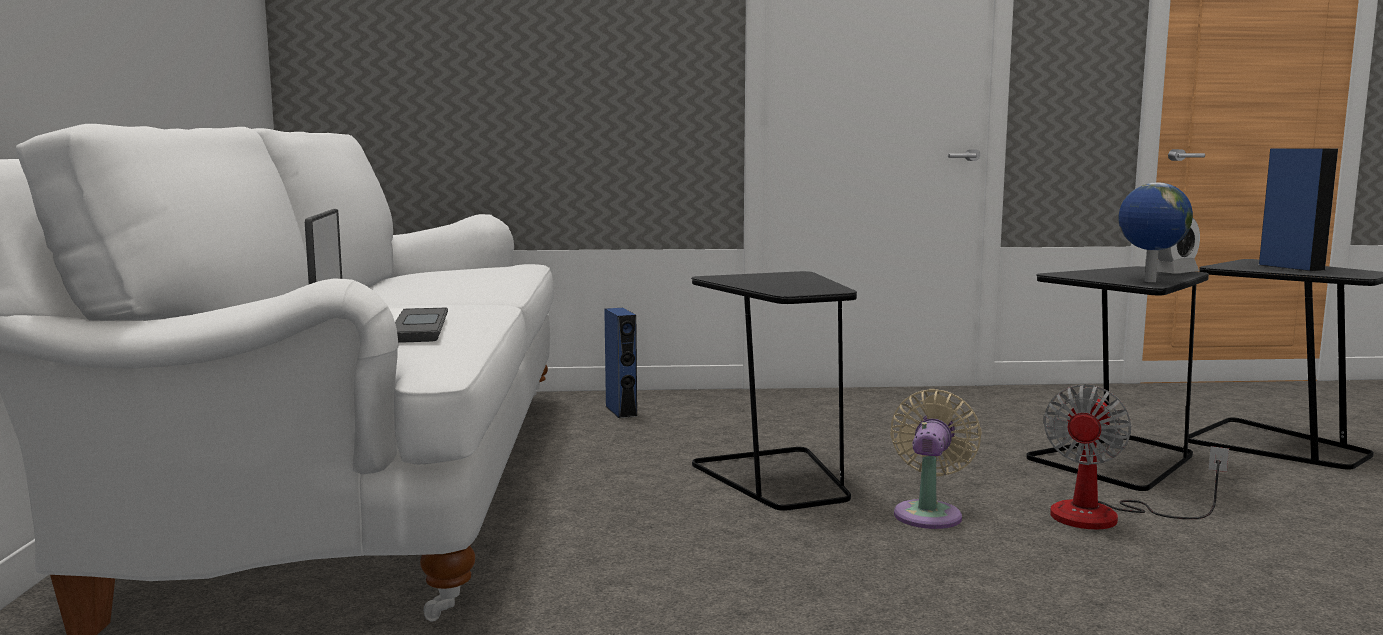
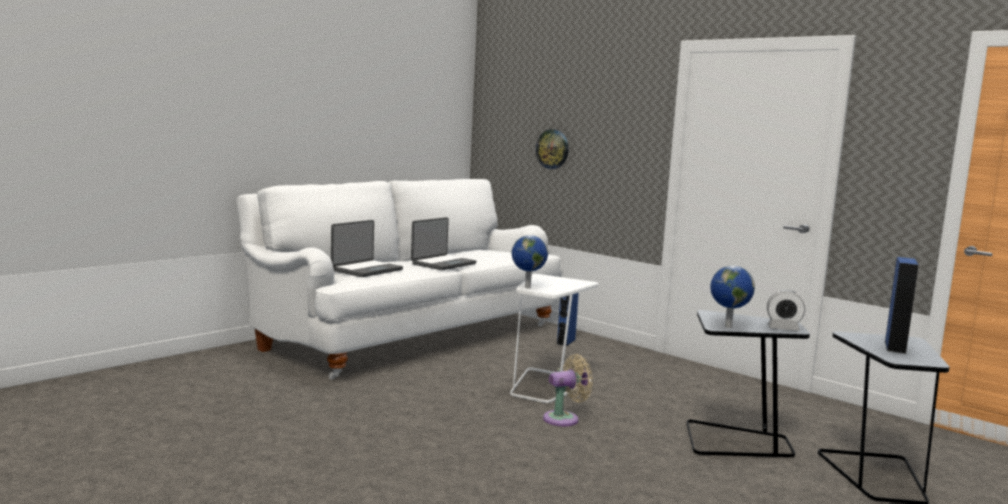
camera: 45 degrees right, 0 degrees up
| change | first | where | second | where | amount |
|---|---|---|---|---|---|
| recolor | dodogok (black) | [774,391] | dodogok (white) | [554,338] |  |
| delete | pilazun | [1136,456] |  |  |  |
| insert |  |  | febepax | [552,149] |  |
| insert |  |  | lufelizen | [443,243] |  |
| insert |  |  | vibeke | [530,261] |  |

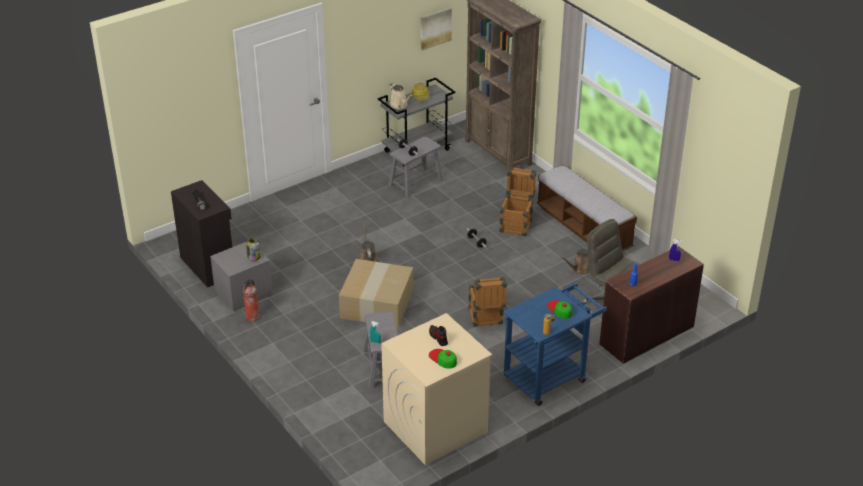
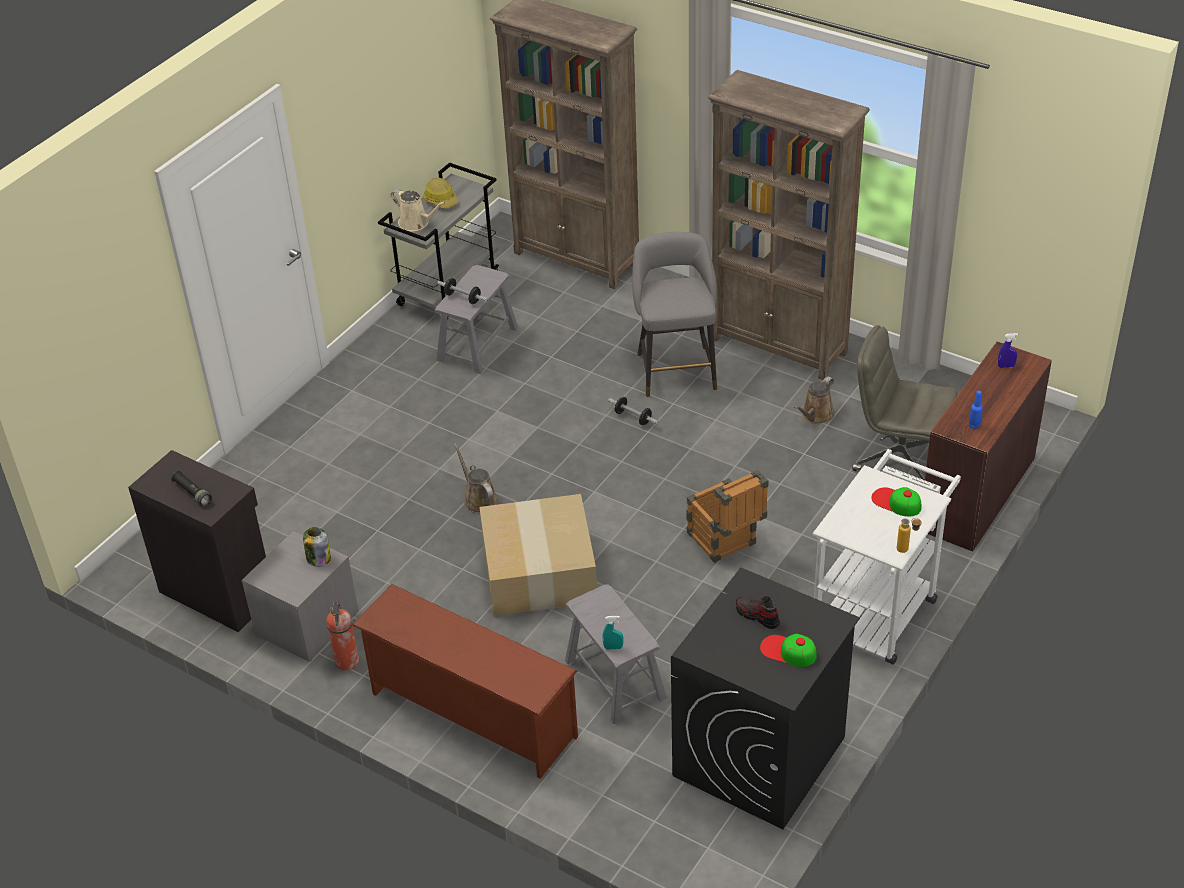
camera: 20 degrees left, 5 degrees up
| change | first | where | second | where | amount |
|---|---|---|---|---|---|
| delete | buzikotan | [436,28] |  |  |  |
| replace | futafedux | [587,208] | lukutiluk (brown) | [789,225] |  |
| replace | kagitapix | [517,201] | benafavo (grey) | [674,314] |  |
| recolor | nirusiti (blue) | [555,344] | nirusiti (white) | [886,557] |  |
| recolor | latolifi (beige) | [436,389] | latolifi (black) | [765,698] |  |
| insert |  |  | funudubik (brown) | [465,681] |  |

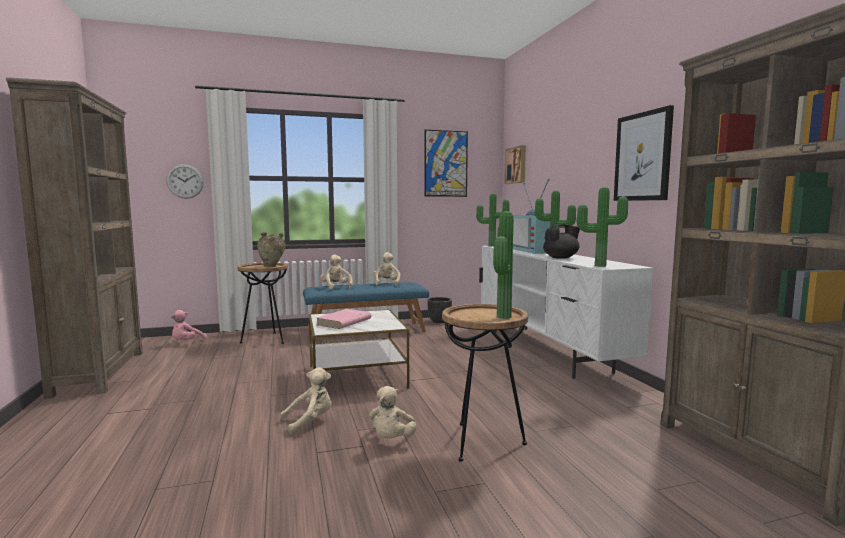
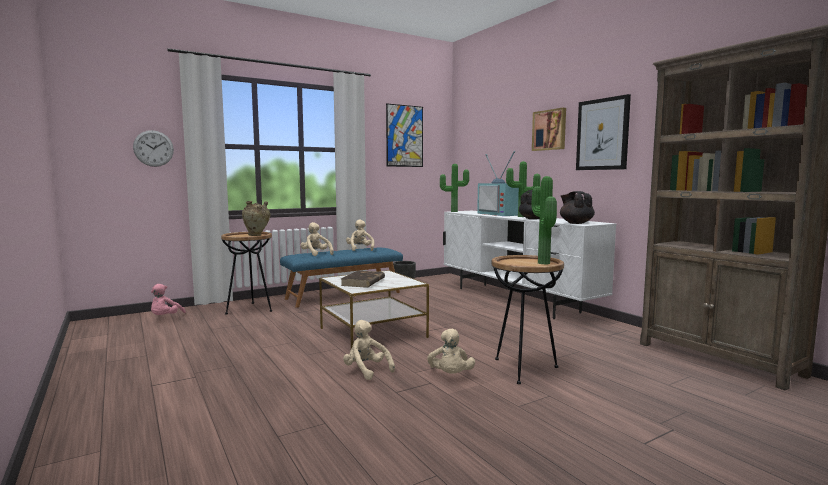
camera: 15 degrees left, 0 degrees up
| change | first | where | second | where | amount |
|---|---|---|---|---|---|
| delete | lukutiluk (brown) | [74,238] |  |  |  |
| move | buzikotan | [515,164] |  | [549,129] |  |
| replace | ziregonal | [602,227] | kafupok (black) | [577,207] |  |
| recolor | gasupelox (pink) | [344,319] | gasupelox (brown) | [363,279] |  |
| rotate | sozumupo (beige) | [306,401] |  | [369,350] | 90 degrees counterclockwise |

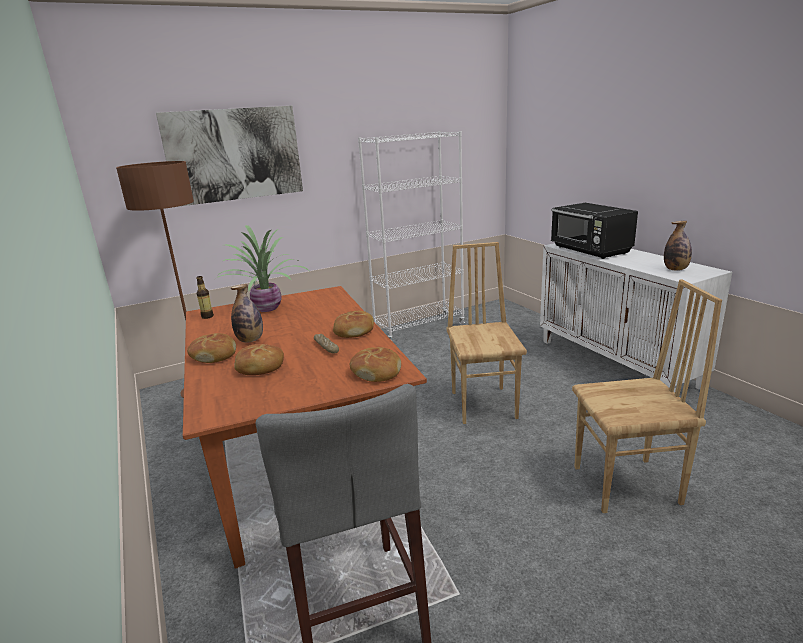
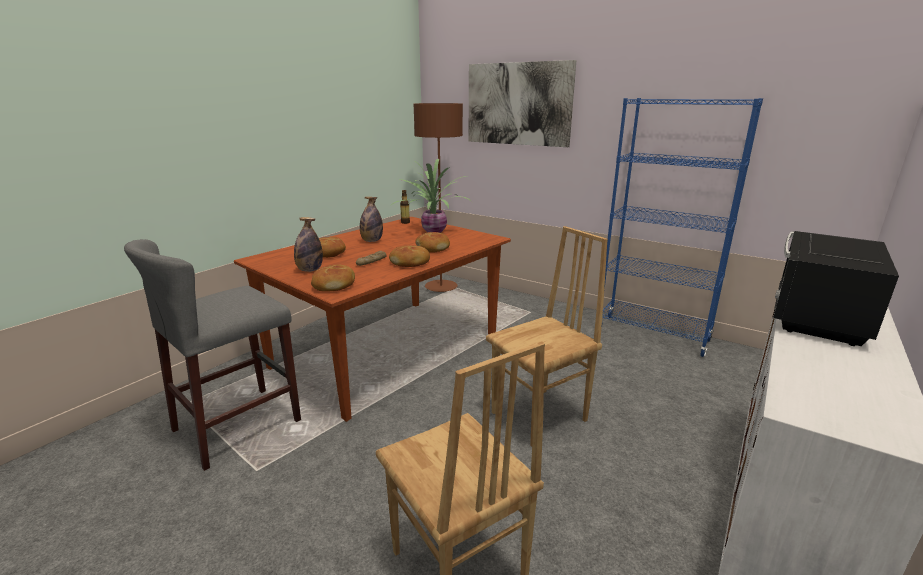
camera: 60 degrees right, 0 degrees up
| change | first | where | second | where | amount |
|---|---|---|---|---|---|
| recolor | lukutiluk (white) | [411,236] | lukutiluk (blue) | [682,227] |  |
| move | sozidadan | [678,246] |  | [308,244] |  |
| move | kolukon | [211,348] |  | [432,242] |  |

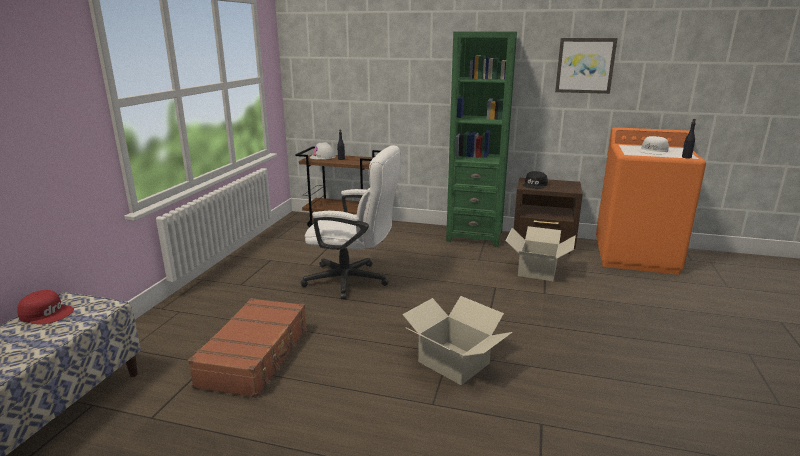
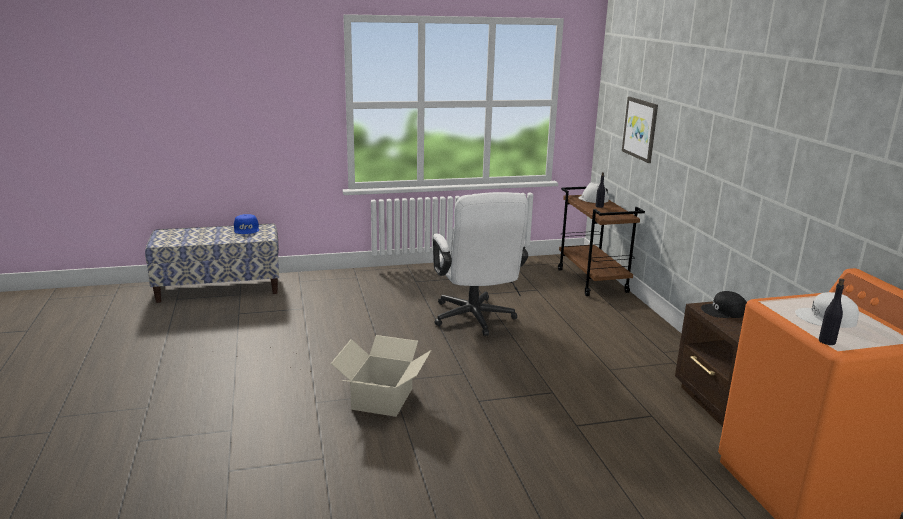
camera: 60 degrees right, 0 degrees up
| change | first | where | second | where | amount |
|---|---|---|---|---|---|
| delete | lukutiluk (green) | [481,139] |  |  |  |
| move | buzikotan | [586,66] |  | [640,130] |  |
| delete | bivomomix | [541,253] |  |  |  |
| recolor | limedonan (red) | [45,307] | limedonan (blue) | [246,224] |  |
| delete | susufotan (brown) | [247,348] |  |  |  |

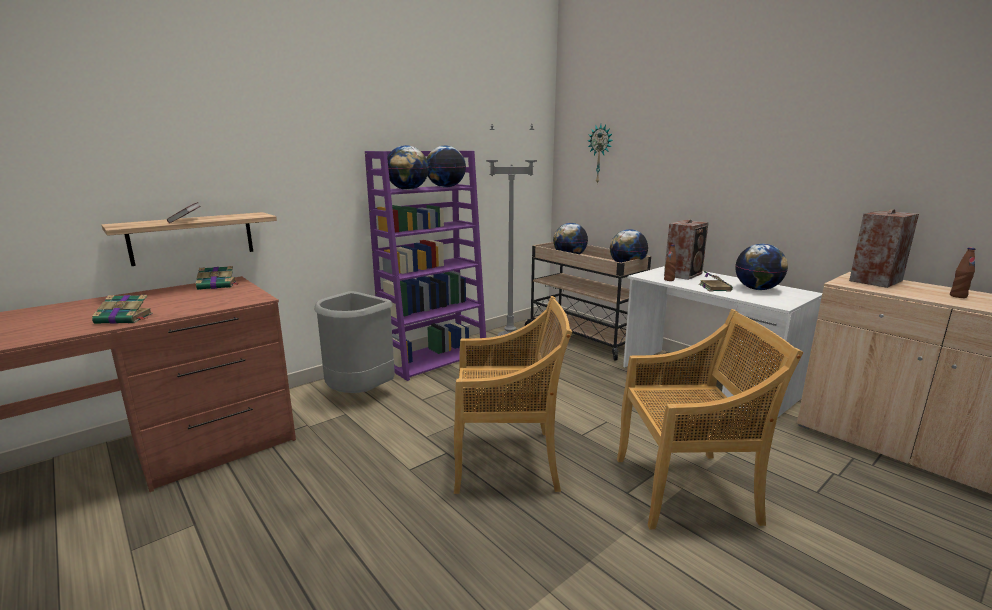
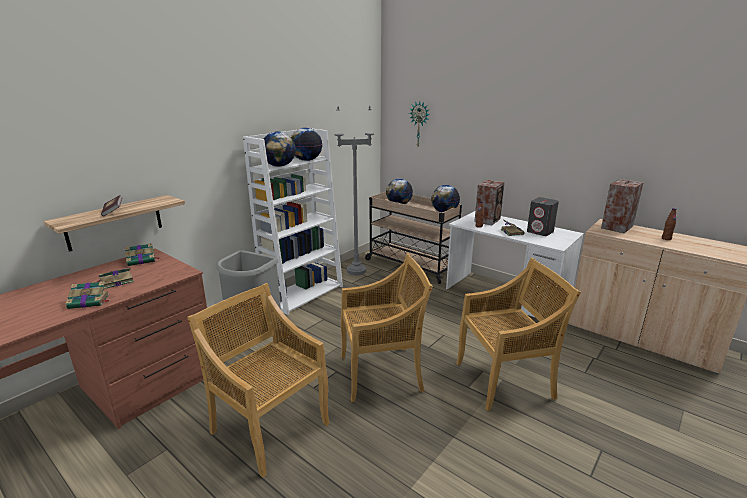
camera: 10 degrees left, 5 degrees up
| change | first | where | second | where | amount |
|---|---|---|---|---|---|
| recolor | lukutiluk (purple) | [425,266] | lukutiluk (white) | [293,221] |  |
| replace | vibeke | [761,267] | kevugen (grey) | [543,216] |  |
| insert |  |  | gasupelox | [114,278] |  |
| insert |  |  | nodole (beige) | [258,380] |  |

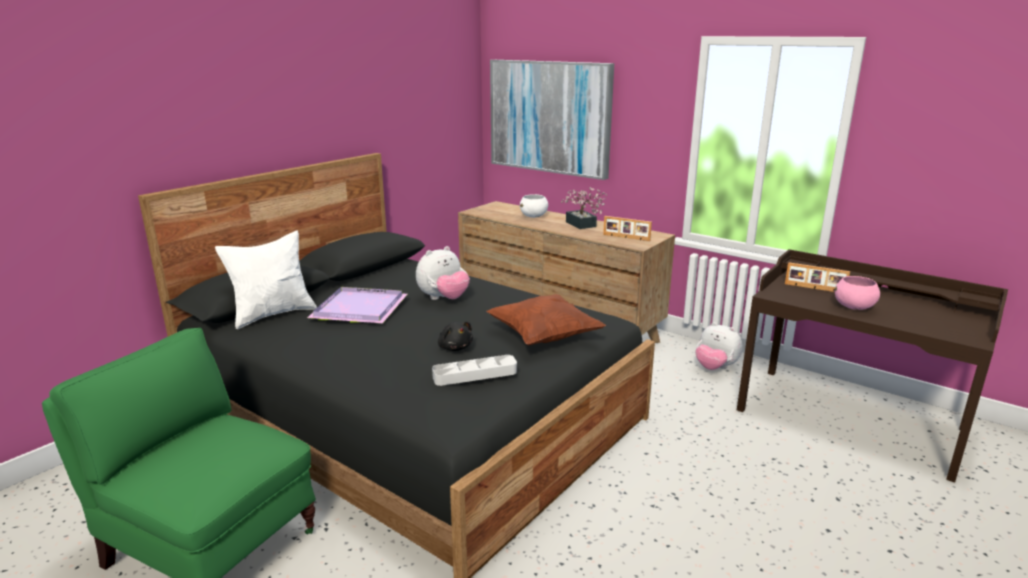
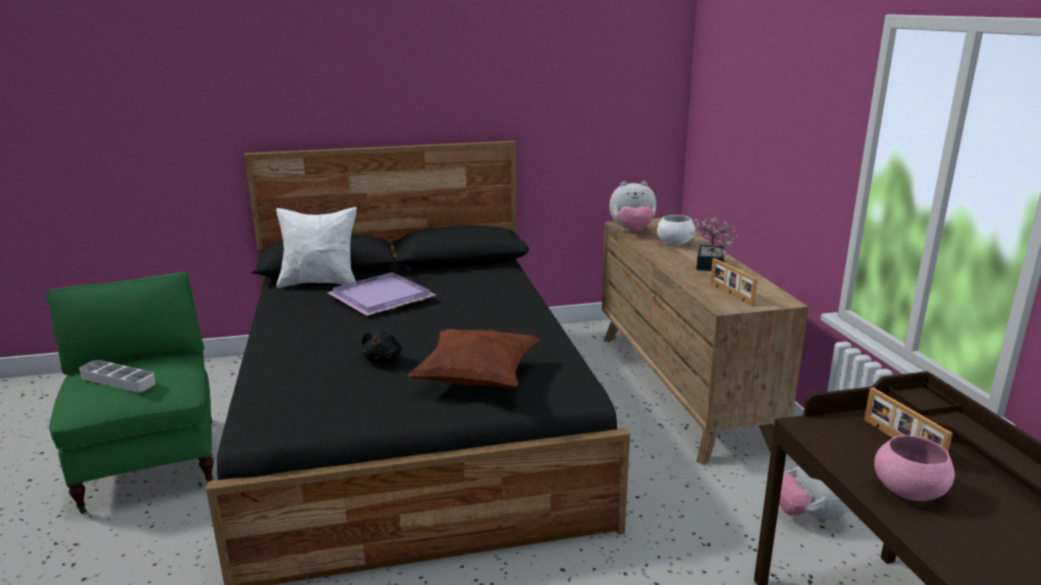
camera: 40 degrees right, 0 degrees up
| change | first | where | second | where | amount |
|---|---|---|---|---|---|
| delete | buzikotan | [552,120] |  |  |  |
| move | sozumupo | [443,273] |  | [632,206] |  |
| move | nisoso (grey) | [474,370] |  | [117,376] |  |

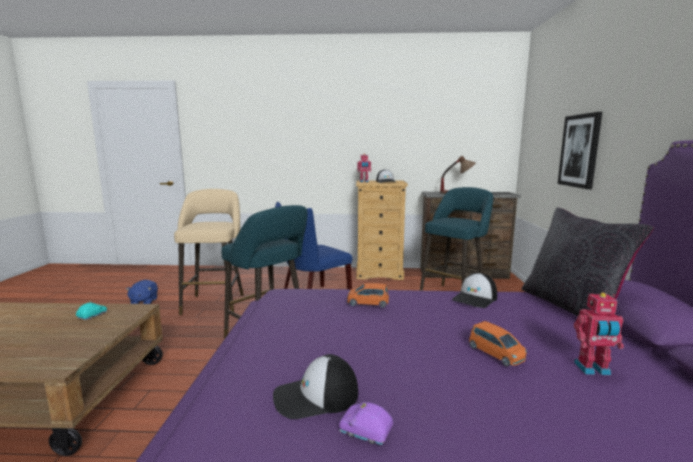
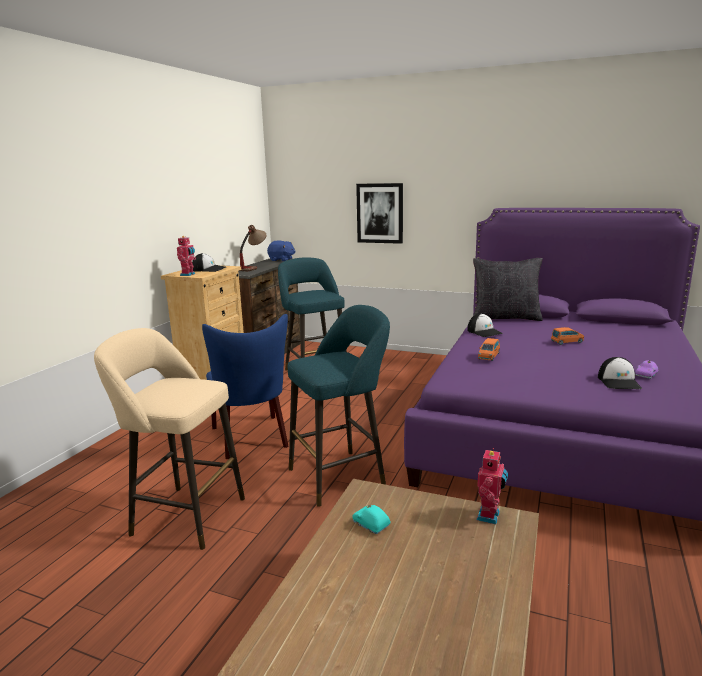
camera: 70 degrees left, 5 degrees up
| change | first | where | second | where | amount |
|---|---|---|---|---|---|
| move | sozumupo (blue) | [142,292] |  | [281,250] |  |
| move | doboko | [599,334] |  | [492,486] |  |

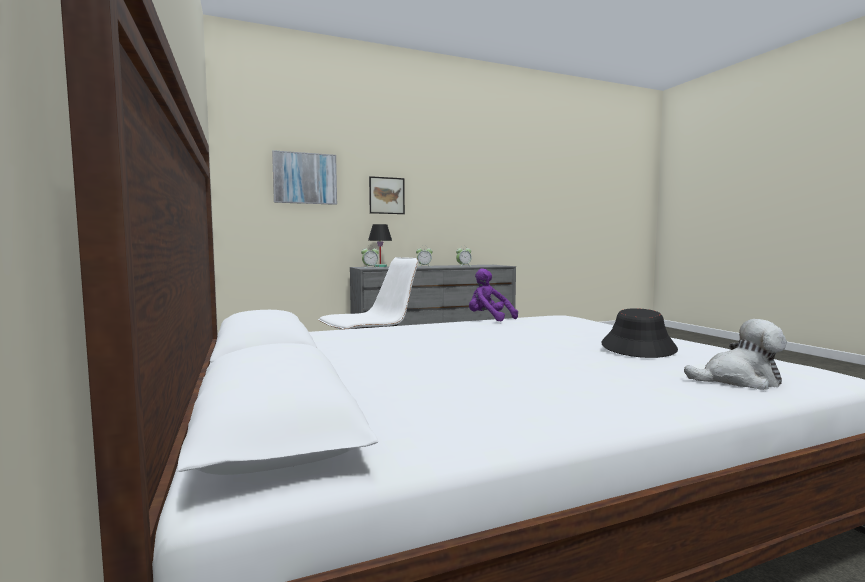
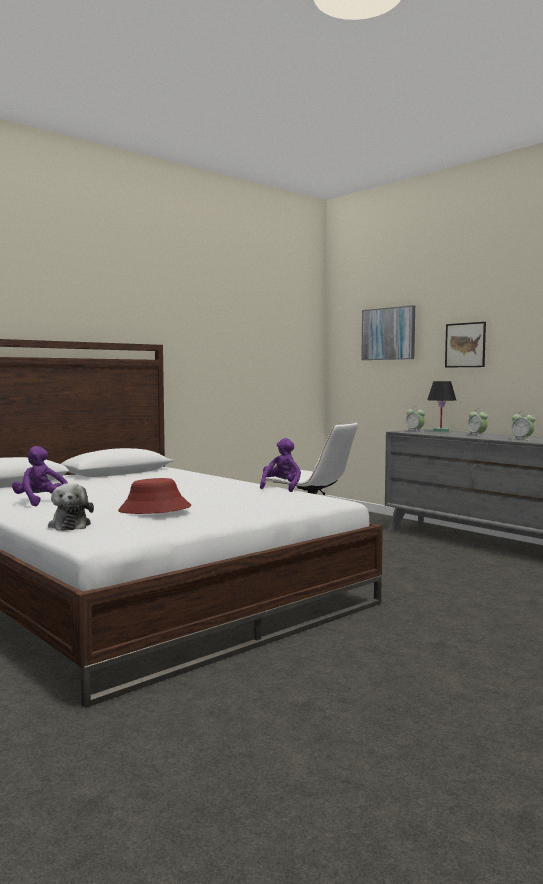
camera: 70 degrees right, 0 degrees up
| change | first | where | second | where | amount |
|---|---|---|---|---|---|
| recolor | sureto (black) | [639,333] | sureto (red) | [154,496] |  |
| insert |  |  | sozumupo (purple) | [40,476] |  |

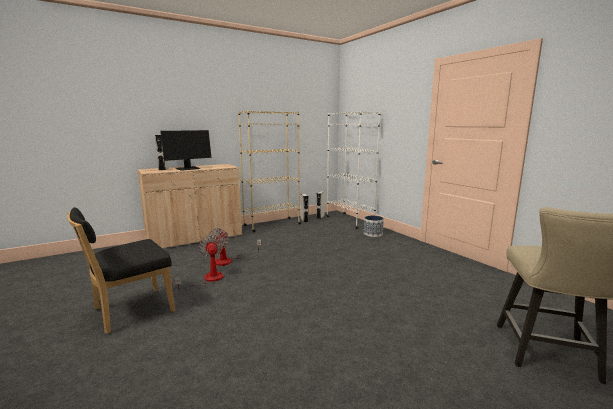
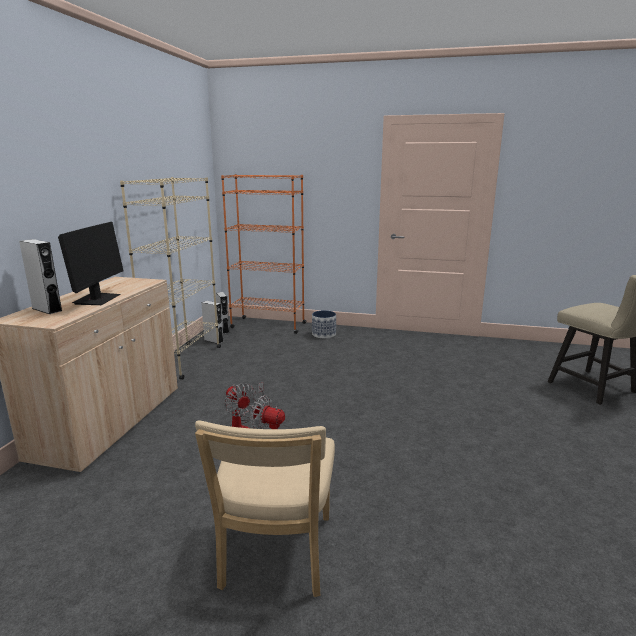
camera: 45 degrees left, 5 degrees up
| change | first | where | second | where | amount |
|---|---|---|---|---|---|
| recolor | lukutiluk (white) | [353,170] | lukutiluk (orange) | [264,254] |  |
| recolor | nodole (black) | [121,270] | nodole (beige) | [265,508] |  |

